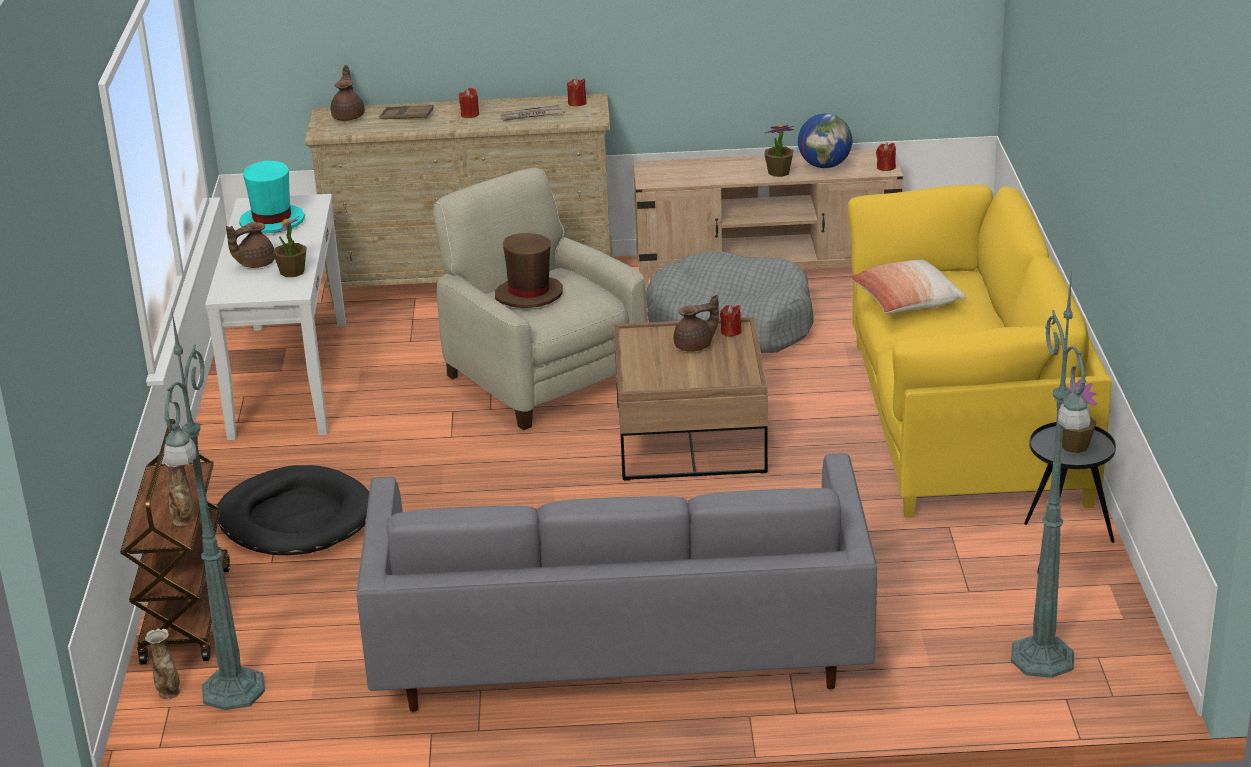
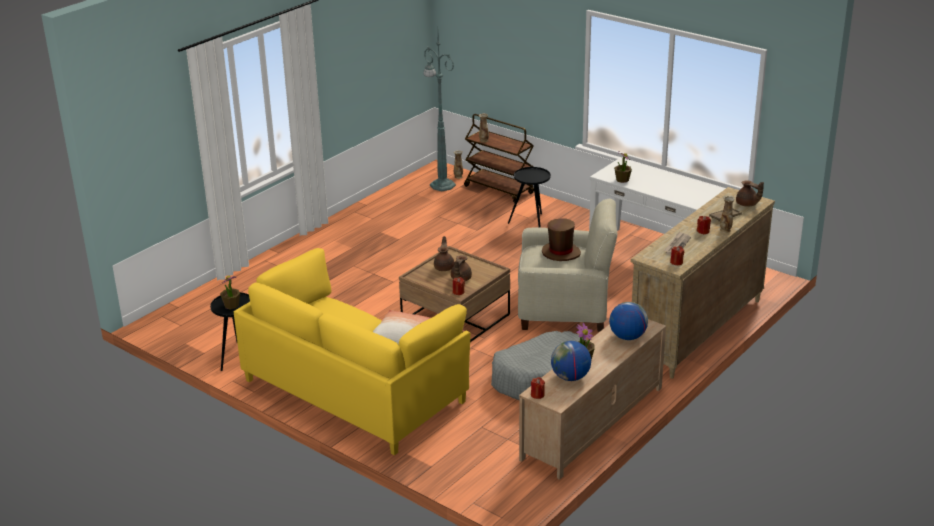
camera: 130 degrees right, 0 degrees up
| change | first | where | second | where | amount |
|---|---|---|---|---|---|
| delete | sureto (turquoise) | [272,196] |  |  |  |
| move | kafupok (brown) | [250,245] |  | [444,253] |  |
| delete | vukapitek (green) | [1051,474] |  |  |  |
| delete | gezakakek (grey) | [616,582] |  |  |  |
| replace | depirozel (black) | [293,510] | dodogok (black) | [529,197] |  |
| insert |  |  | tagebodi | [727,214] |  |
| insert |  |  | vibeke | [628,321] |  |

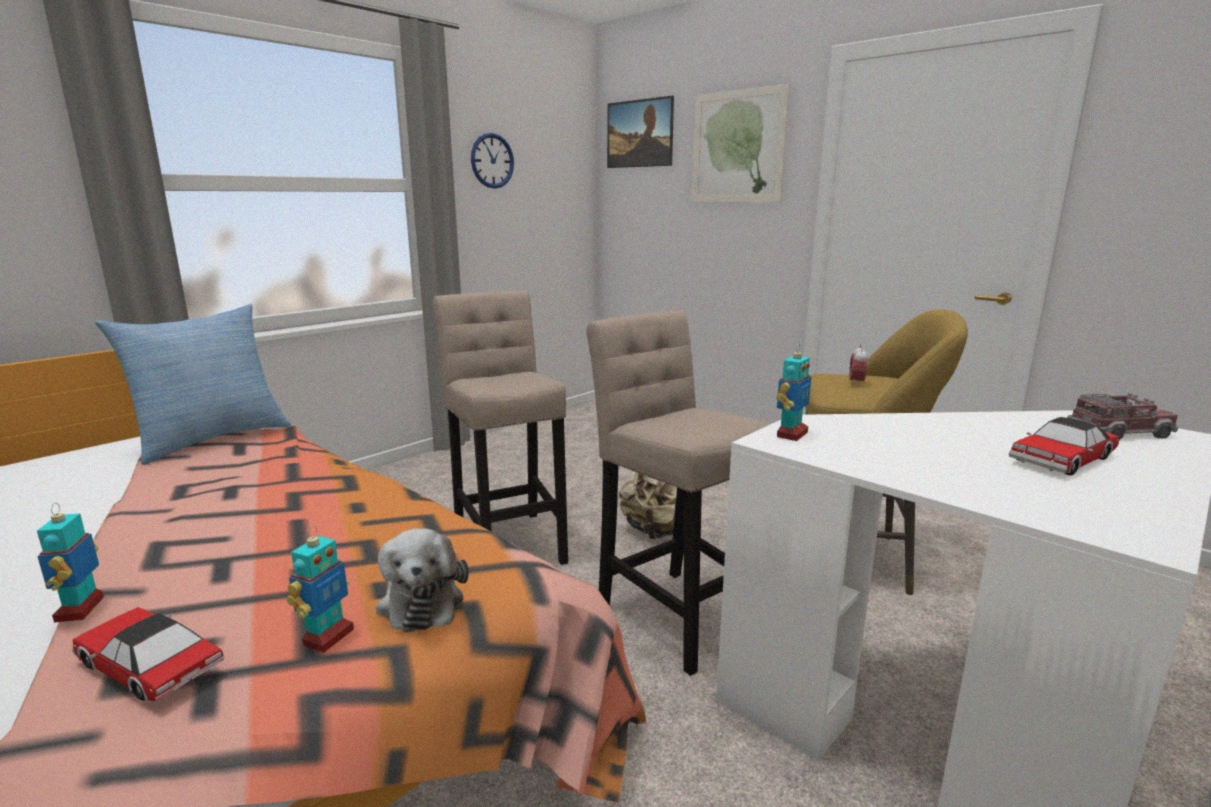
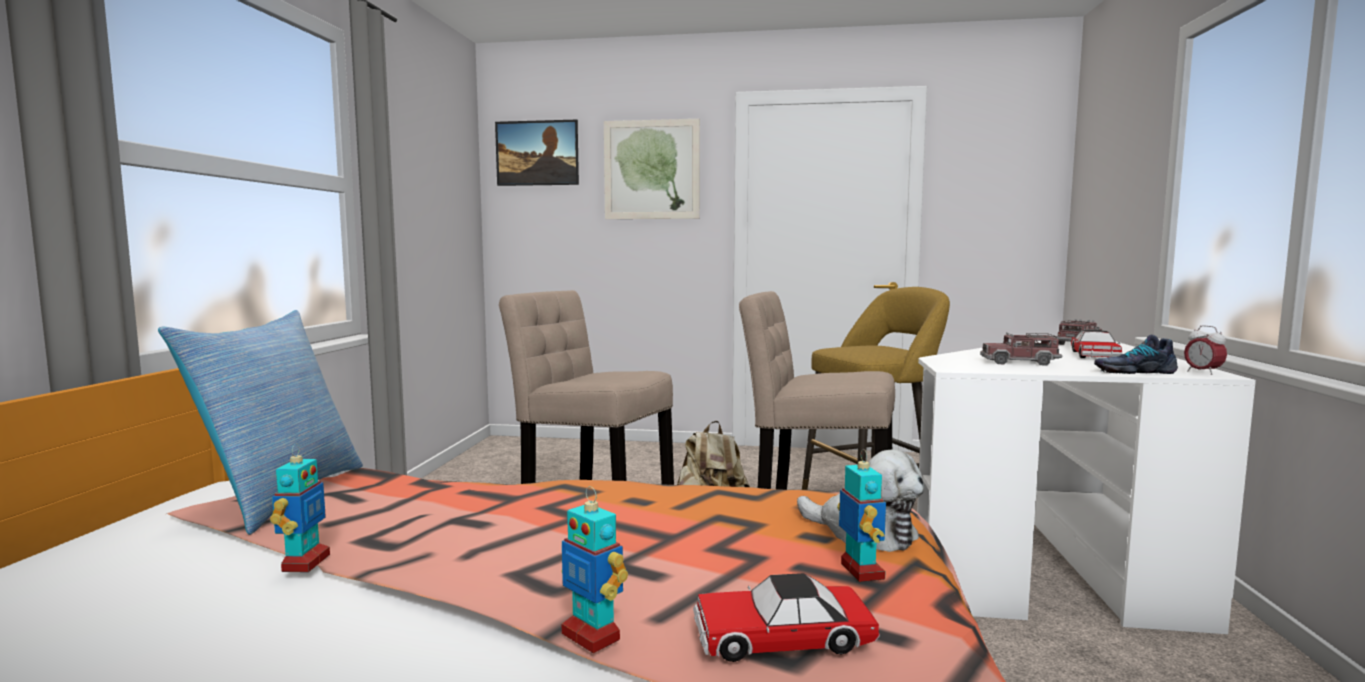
camera: 35 degrees left, 10 degrees down
| change | first | where | second | where | amount |
|---|---|---|---|---|---|
| delete | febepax | [492,161] |  |  |  |
| move | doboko | [793,392] |  | [300,507] |  |
| move | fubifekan | [858,365] |  | [1205,350] |  |
| insert |  |  | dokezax | [1021,348] |  |
| insert |  |  | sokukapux | [1136,354] |  |

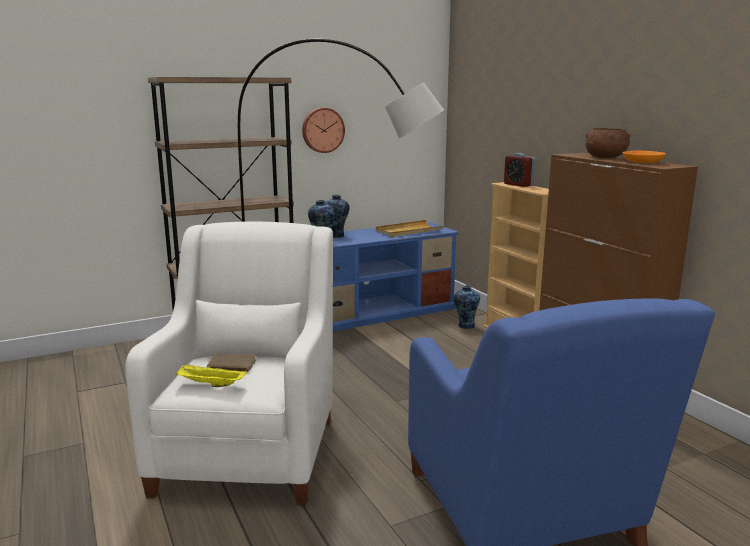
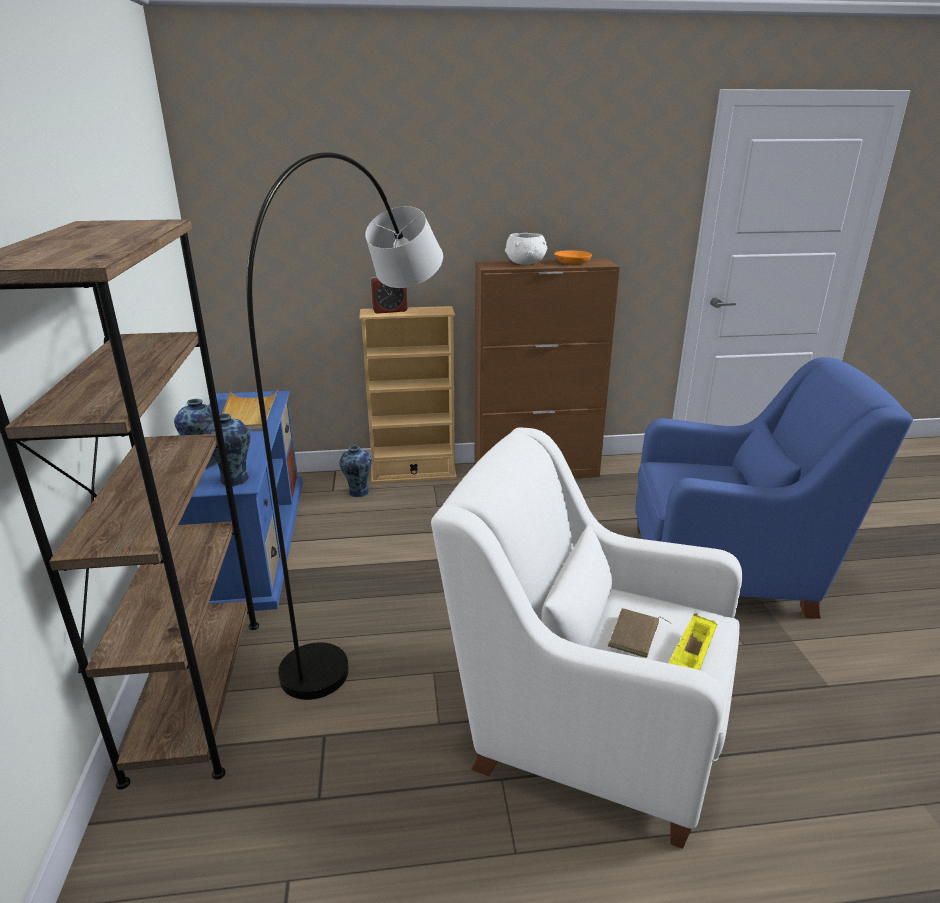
camera: 70 degrees left, 10 degrees up
| change | first | where | second | where | amount |
|---|---|---|---|---|---|
| delete | febepax | [323,130] |  |  |  |
| recolor | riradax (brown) | [607,143] | riradax (white) | [526,249] |  |

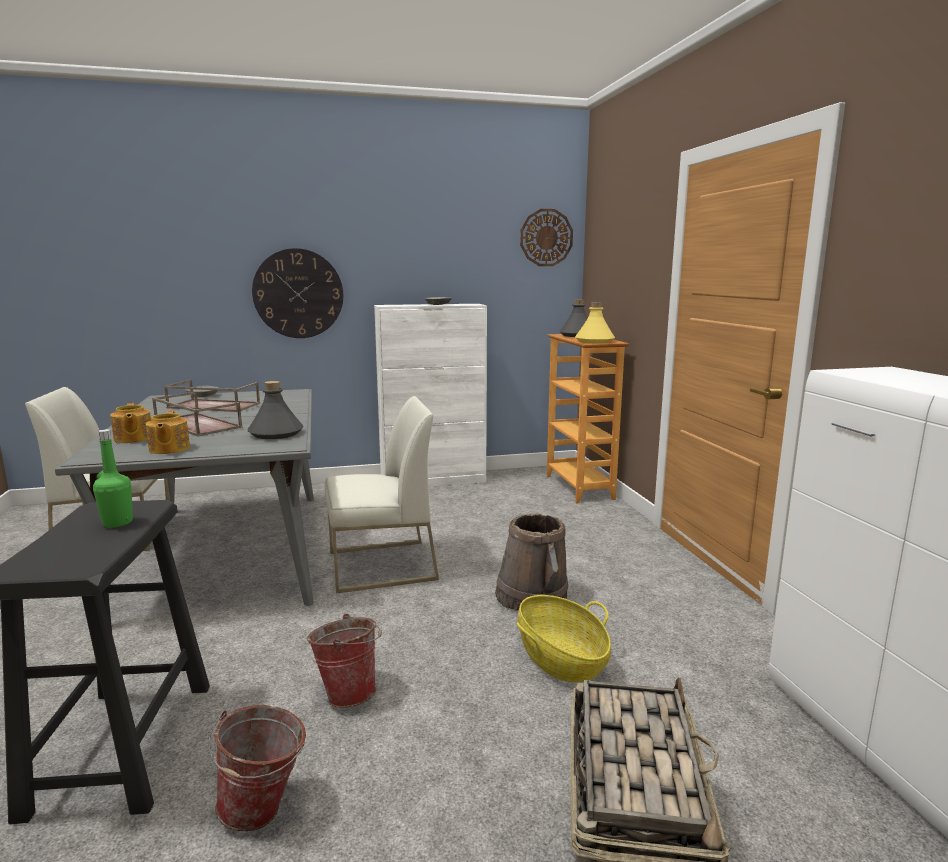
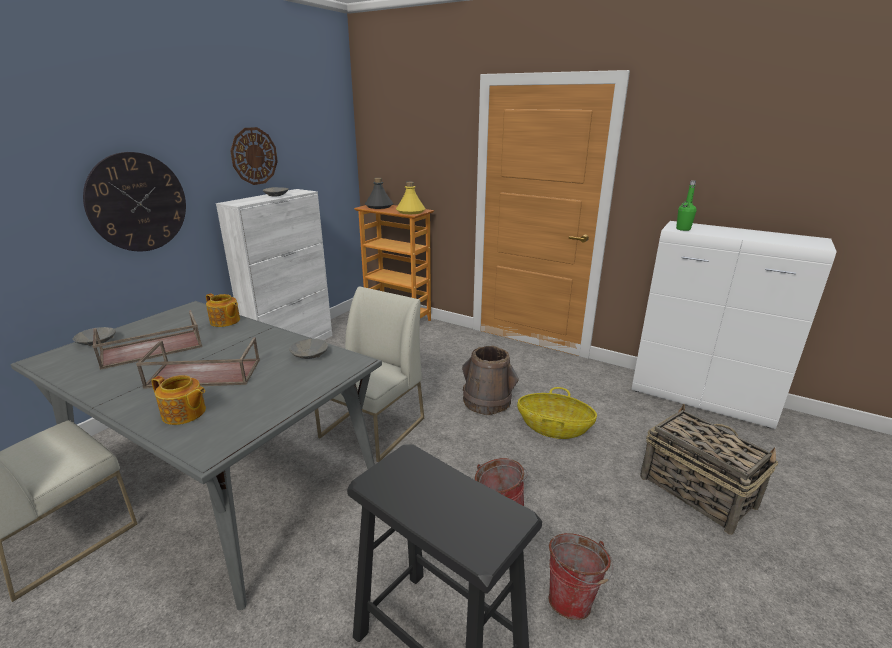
camera: 45 degrees left, 10 degrees up
| change | first | where | second | where | amount |
|---|---|---|---|---|---|
| move | febepax | [546,237] |  | [254,156] |  |
| replace | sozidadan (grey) | [275,410] | riradax (grey) | [308,348] |  |
| move | kafupok | [168,432] |  | [223,310] |  |
| move | sozidadan (green) | [113,478] |  | [686,205] |  |

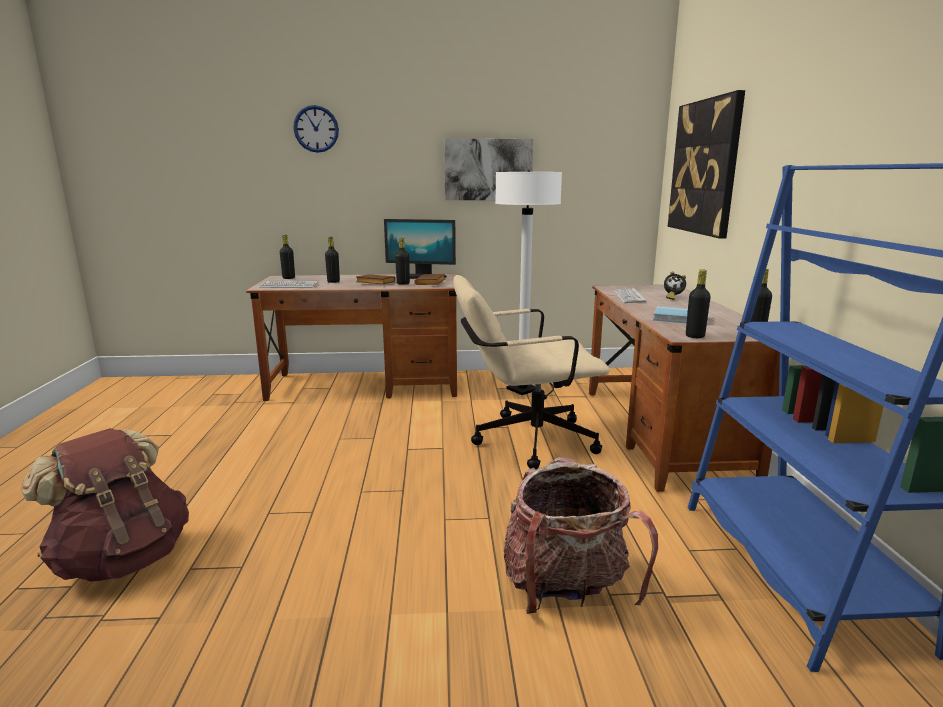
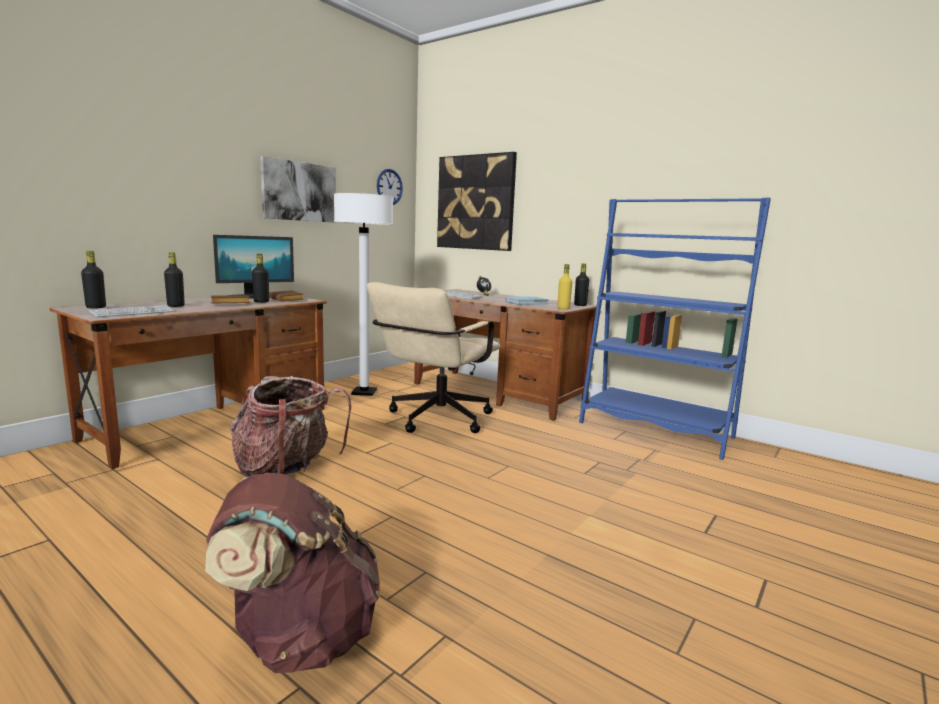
camera: 50 degrees left, 5 degrees down
| change | first | where | second | where | amount |
|---|---|---|---|---|---|
| move | febepax | [316,129] |  | [390,187] |  |
| recolor | sozidadan (black) | [698,304] | sozidadan (yellow) | [564,287] |  |
| move | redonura | [580,535] |  | [290,426] |  |

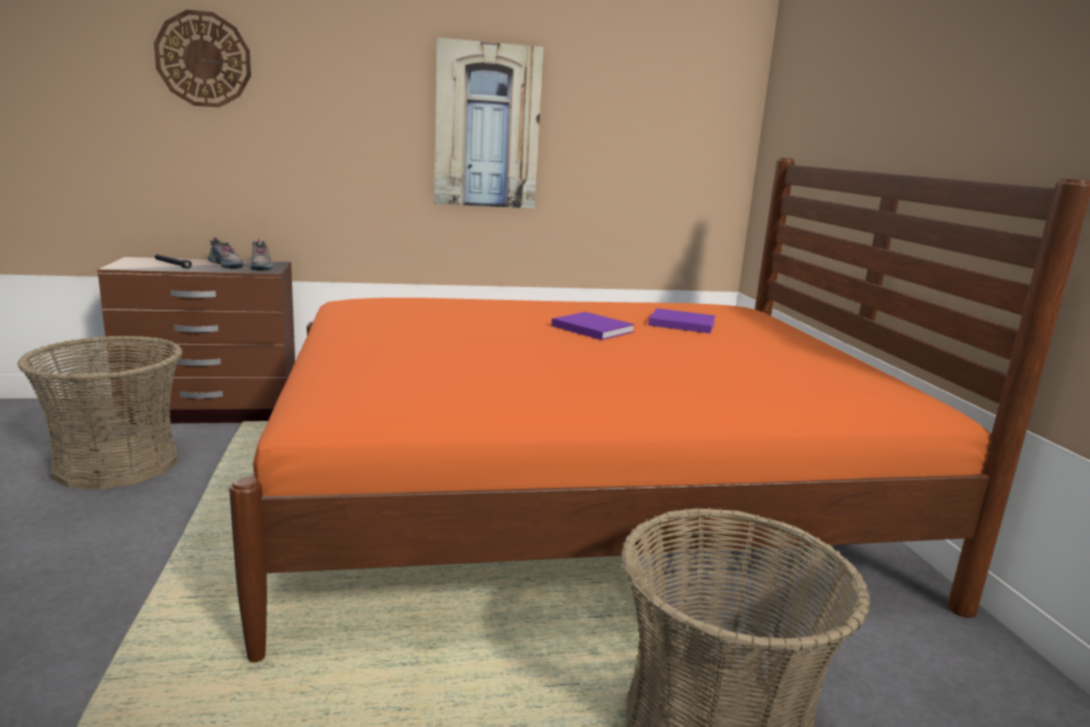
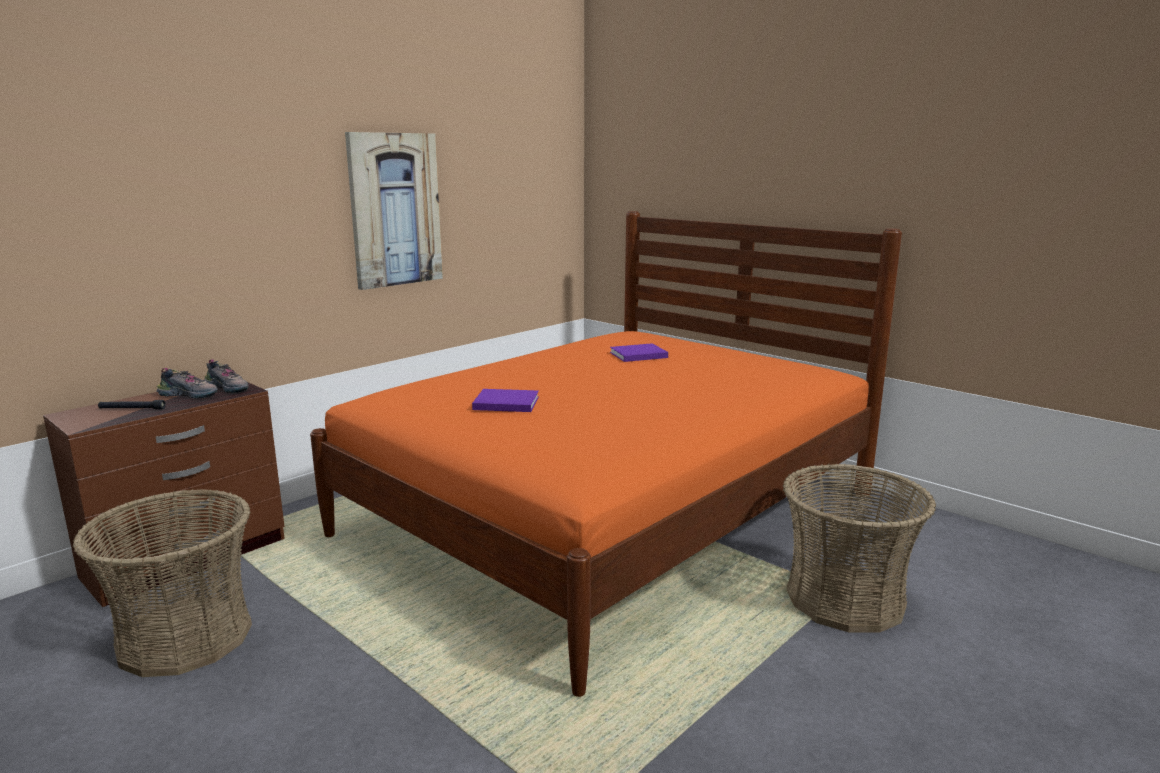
camera: 35 degrees left, 0 degrees up
| change | first | where | second | where | amount |
|---|---|---|---|---|---|
| delete | febepax | [202,58] |  |  |  |
| move | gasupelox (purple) | [593,326] |  | [505,400] |  |

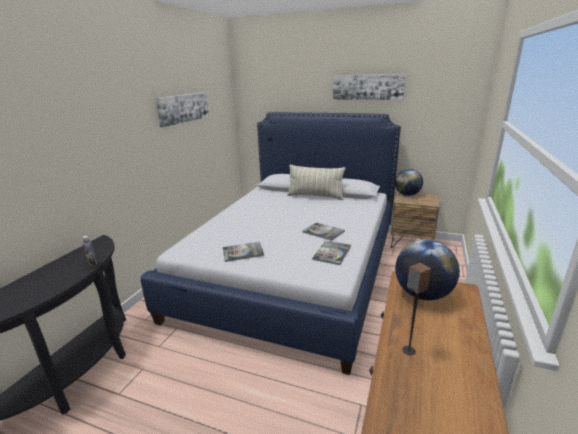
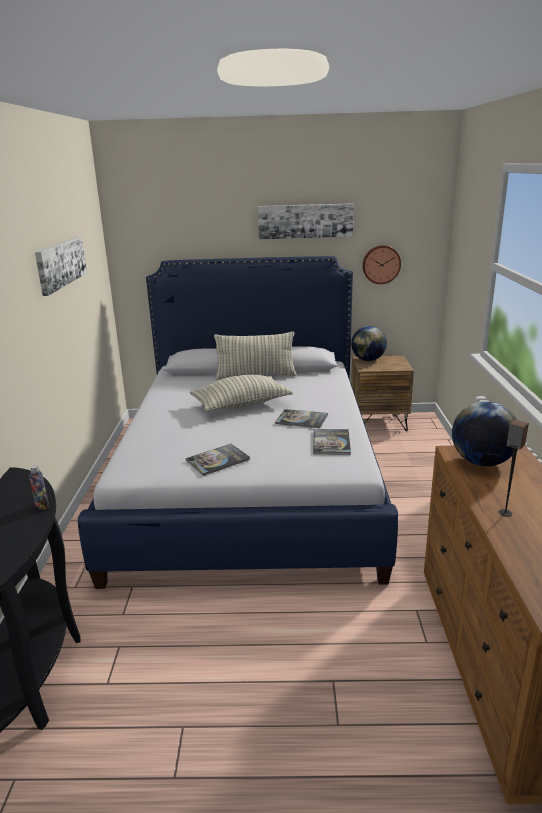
camera: 20 degrees left, 0 degrees up
| change | first | where | second | where | amount |
|---|---|---|---|---|---|
| insert |  |  | febepax | [381,264] |  |
| insert |  |  | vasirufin | [241,393] |  |

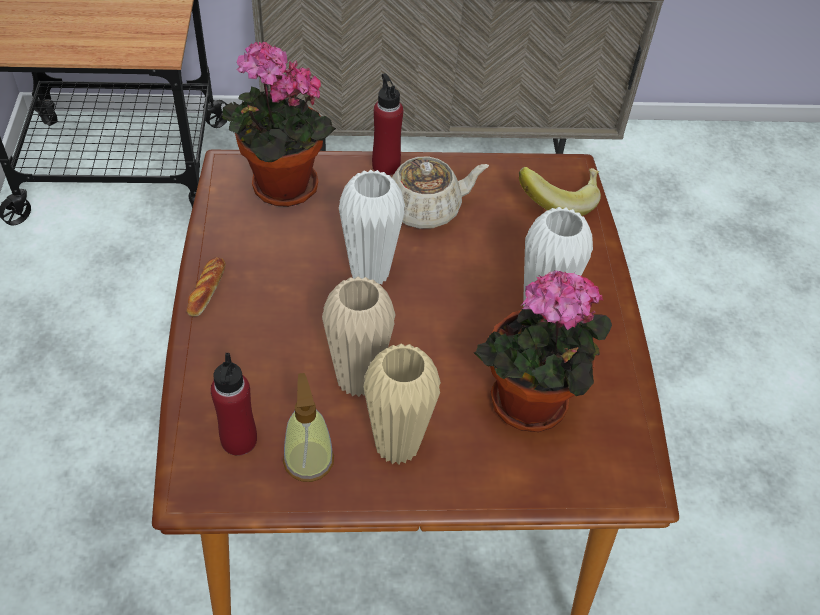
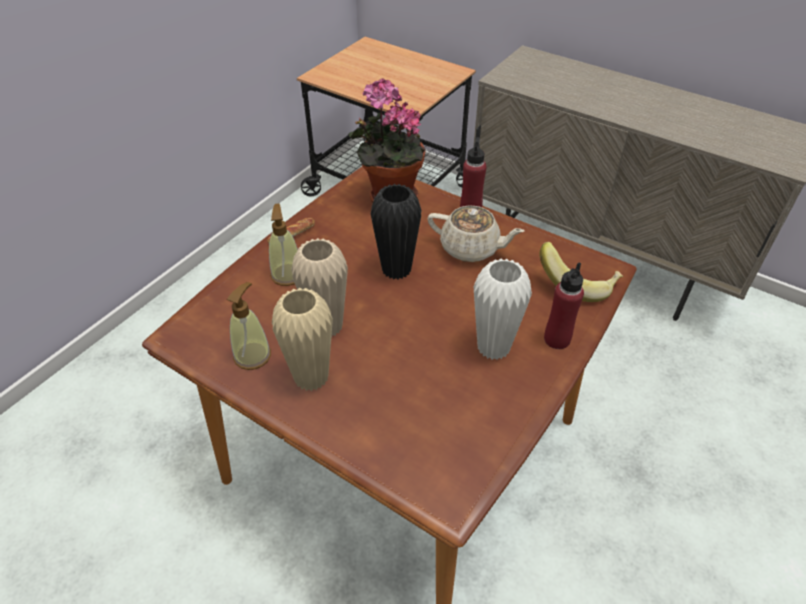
camera: 40 degrees right, 5 degrees down
| change | first | where | second | where | amount |
|---|---|---|---|---|---|
| recolor | tagebodi (white) | [372,227] | tagebodi (black) | [396,232] |  |
| delete | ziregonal | [543,351] |  |  |  |
| move | sozidadan (red) | [233,404] |  | [564,305] |  |
| insert |  |  | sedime | [283,245] |  |

